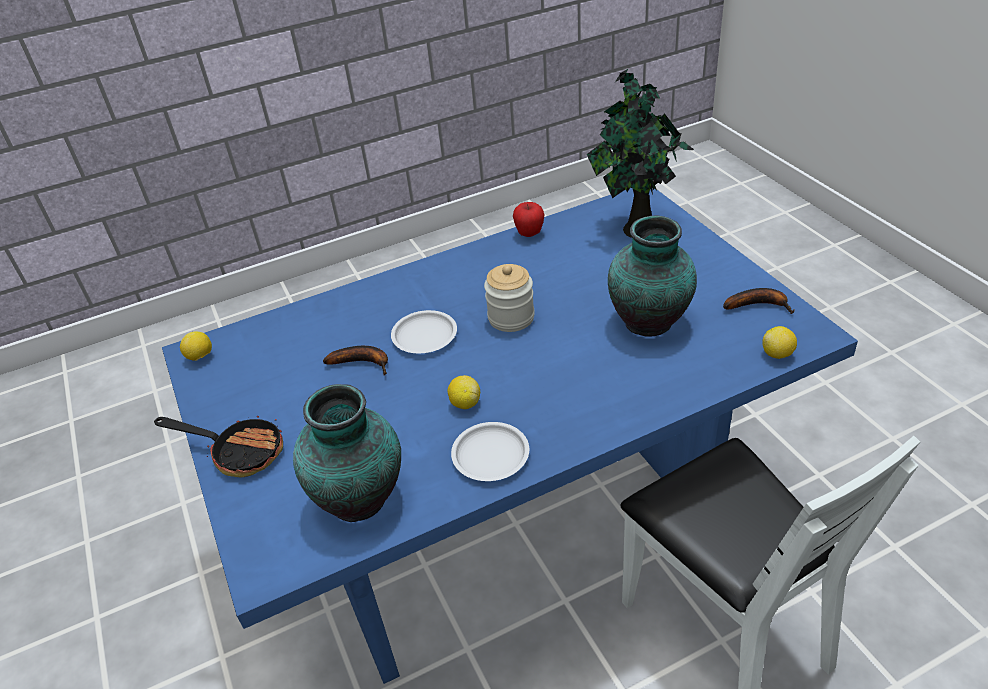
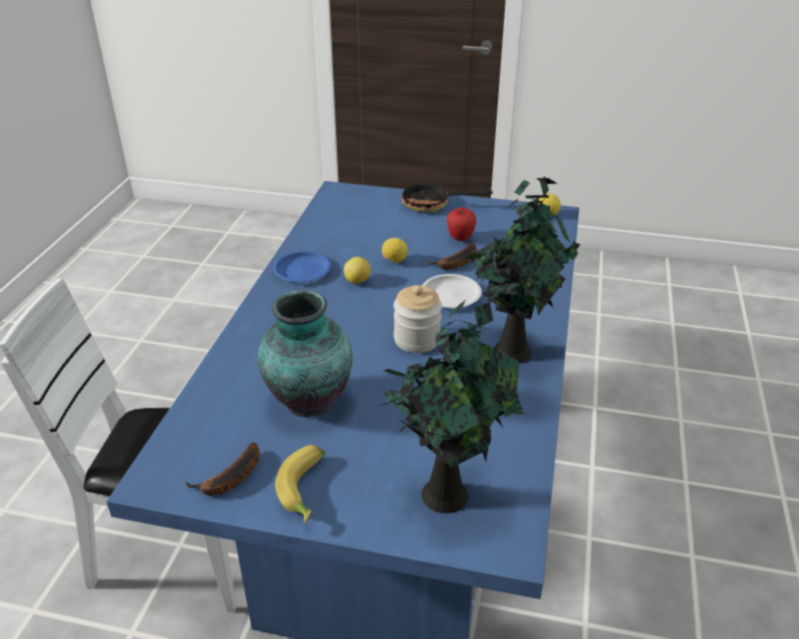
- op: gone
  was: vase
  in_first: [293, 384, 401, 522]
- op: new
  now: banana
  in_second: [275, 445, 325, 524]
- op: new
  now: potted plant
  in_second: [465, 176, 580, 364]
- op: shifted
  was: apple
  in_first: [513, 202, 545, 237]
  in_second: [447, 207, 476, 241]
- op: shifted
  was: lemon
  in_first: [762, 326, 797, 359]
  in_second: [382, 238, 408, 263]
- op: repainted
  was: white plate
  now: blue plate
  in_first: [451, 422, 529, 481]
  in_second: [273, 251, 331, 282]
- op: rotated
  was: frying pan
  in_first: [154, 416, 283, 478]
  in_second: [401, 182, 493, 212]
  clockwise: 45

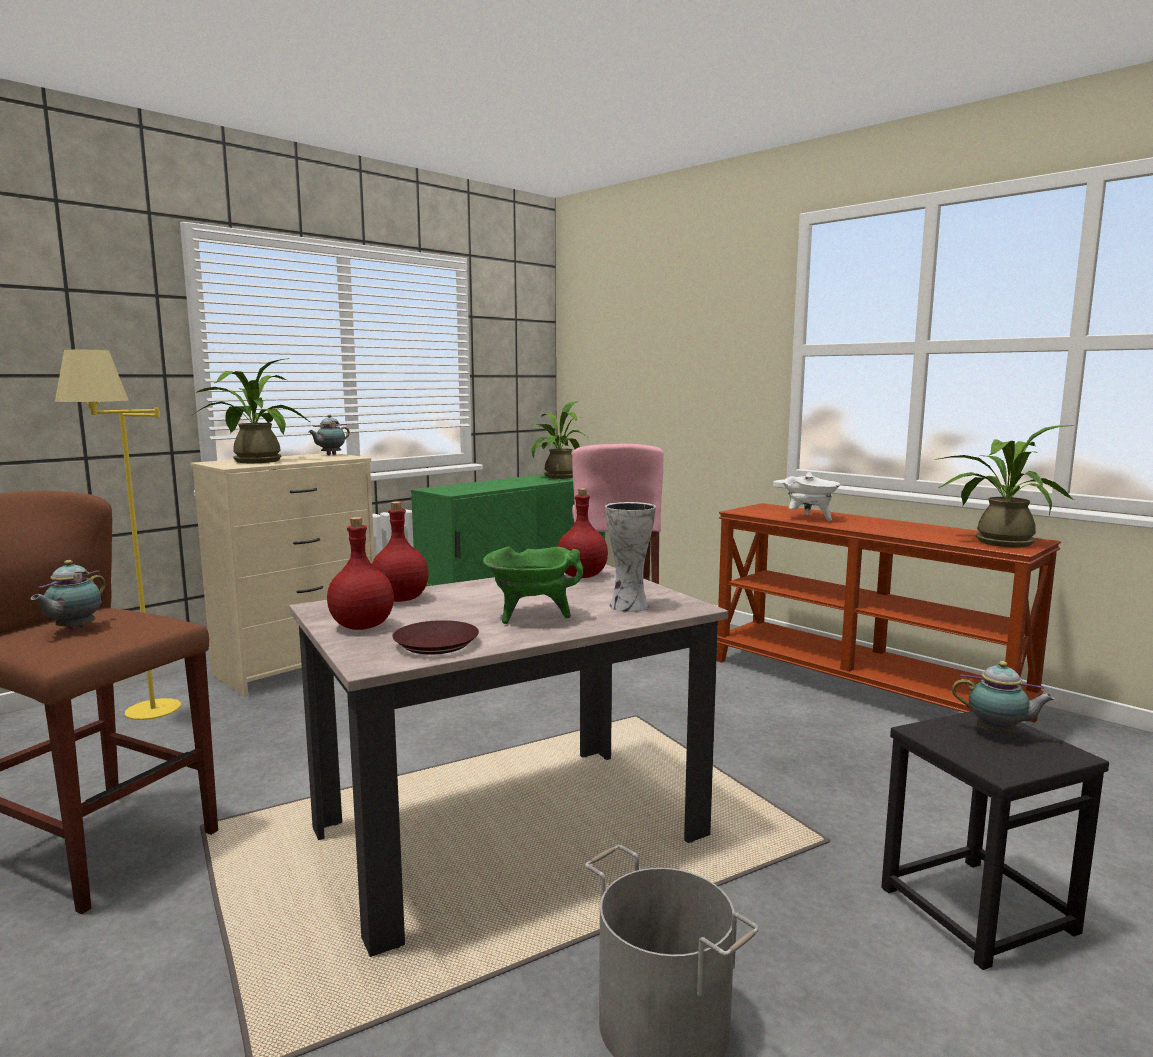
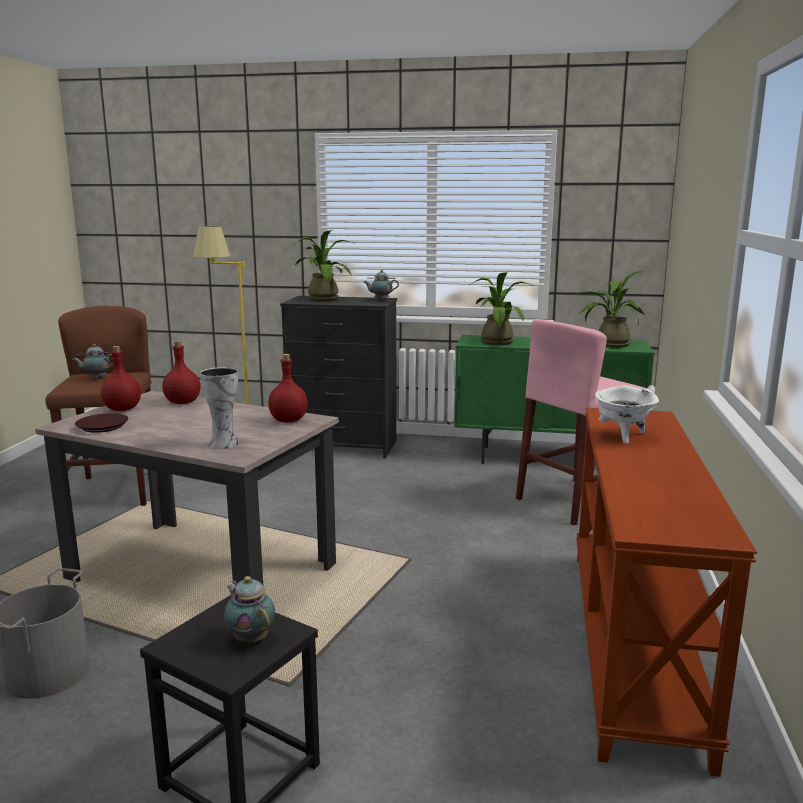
- op: gone
  was: green cooking pot
  in_first: [483, 546, 583, 624]
- op: shifted
  was: potted plant
  in_first: [934, 425, 1074, 547]
  in_second: [470, 272, 534, 345]
- op: repainted
  was: beige dresser
  now: black dresser
  in_first: [191, 453, 375, 697]
  in_second: [280, 296, 397, 459]
- op: rotated
  was: teapot
  in_first: [952, 661, 1055, 735]
  in_second: [224, 576, 275, 643]
  clockwise: 150

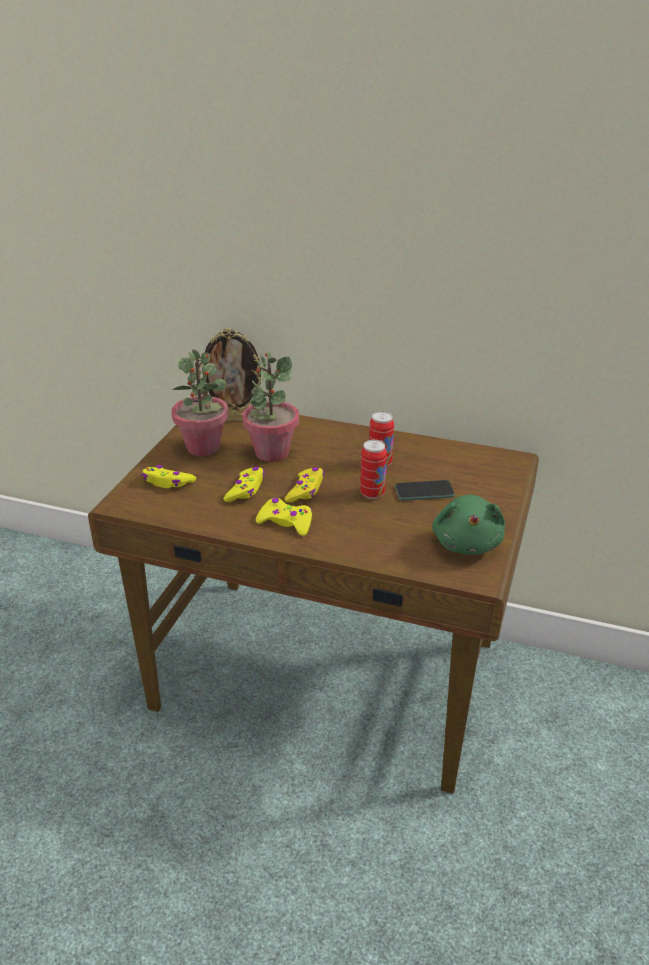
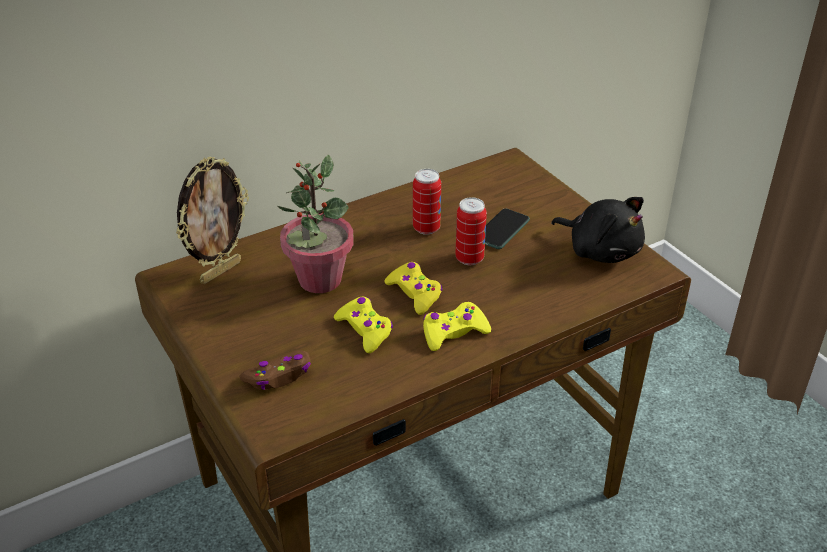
- op: gone
  was: potted plant
  in_first: [171, 349, 229, 456]
- op: repainted
  was: yellow game controller
  now: brown game controller
  in_first: [142, 465, 196, 488]
  in_second: [239, 350, 311, 390]
- op: repainted
  was: green plush toy
  now: black plush toy
  in_first: [432, 494, 505, 555]
  in_second: [551, 197, 645, 263]

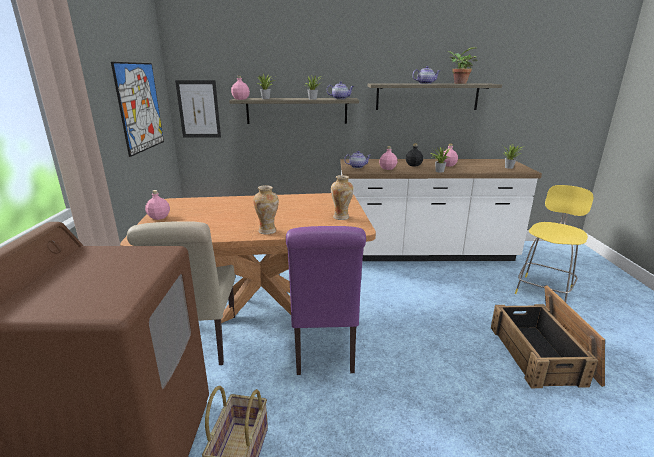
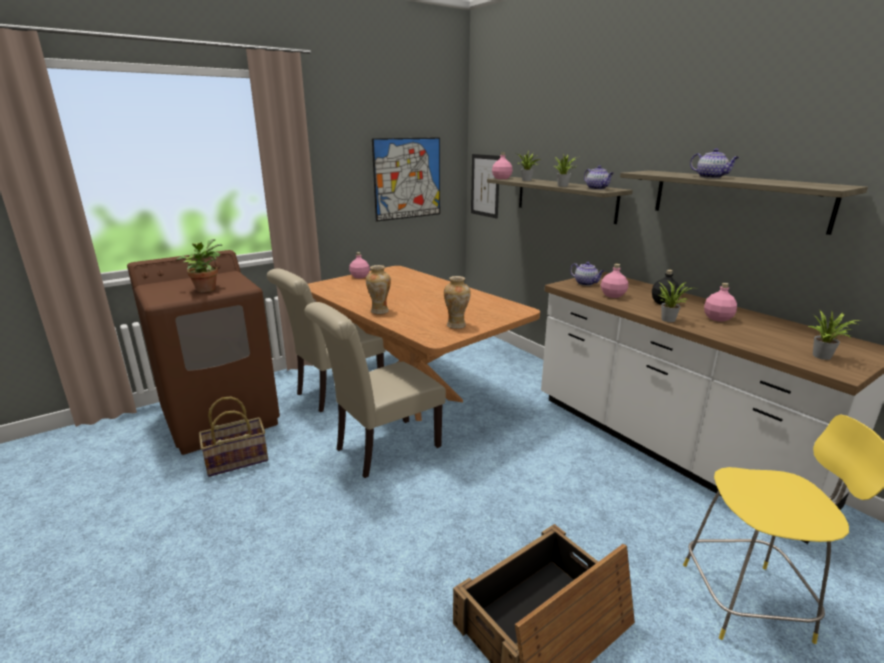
- op: shifted
  was: potted plant
  in_first: [447, 47, 477, 84]
  in_second: [176, 239, 222, 292]
- op: repainted
  was: purple chair
  now: beige chair
  in_first: [286, 226, 366, 375]
  in_second: [304, 302, 446, 478]

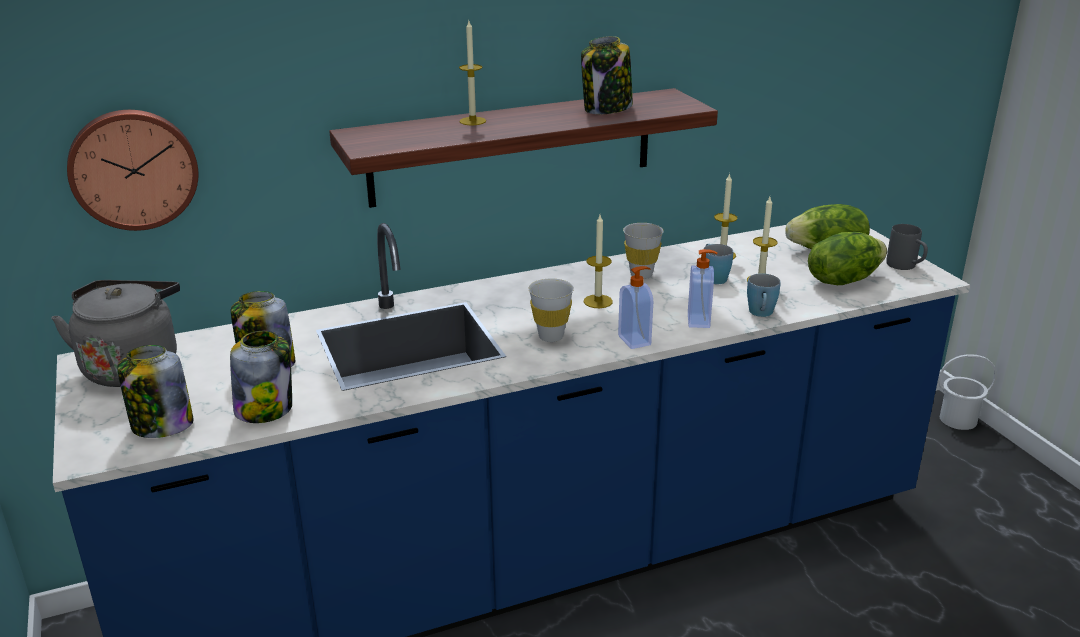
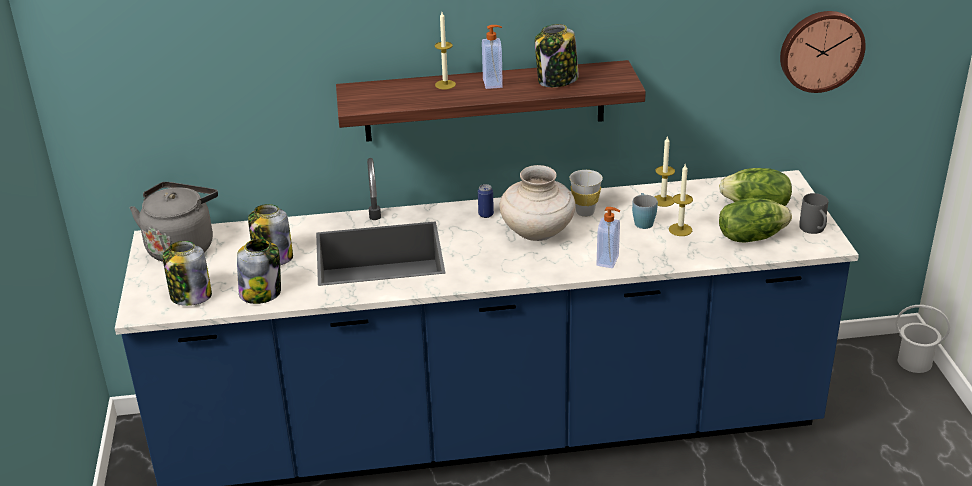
- op: gone
  was: white cup
  in_first: [529, 279, 574, 342]
- op: gone
  was: blue mug
  in_first: [747, 273, 781, 317]
- op: new
  now: can
  in_second: [478, 184, 494, 218]
- op: shifted
  was: wall clock
  in_first: [67, 110, 198, 231]
  in_second: [780, 11, 866, 93]
- op: shifted
  was: soap dispenser
  in_first: [618, 266, 653, 349]
  in_second: [482, 25, 503, 89]
- op: swapped
  was: candle
  now: beige vase
  in_first: [584, 215, 613, 308]
  in_second: [499, 165, 576, 241]

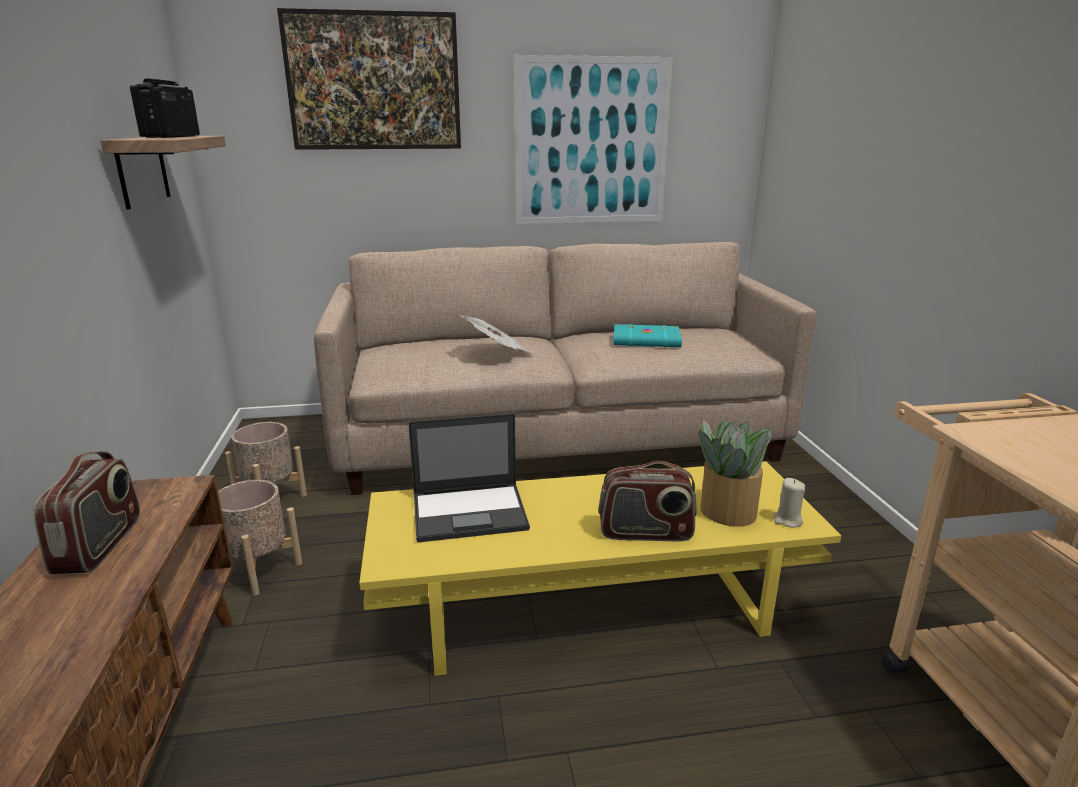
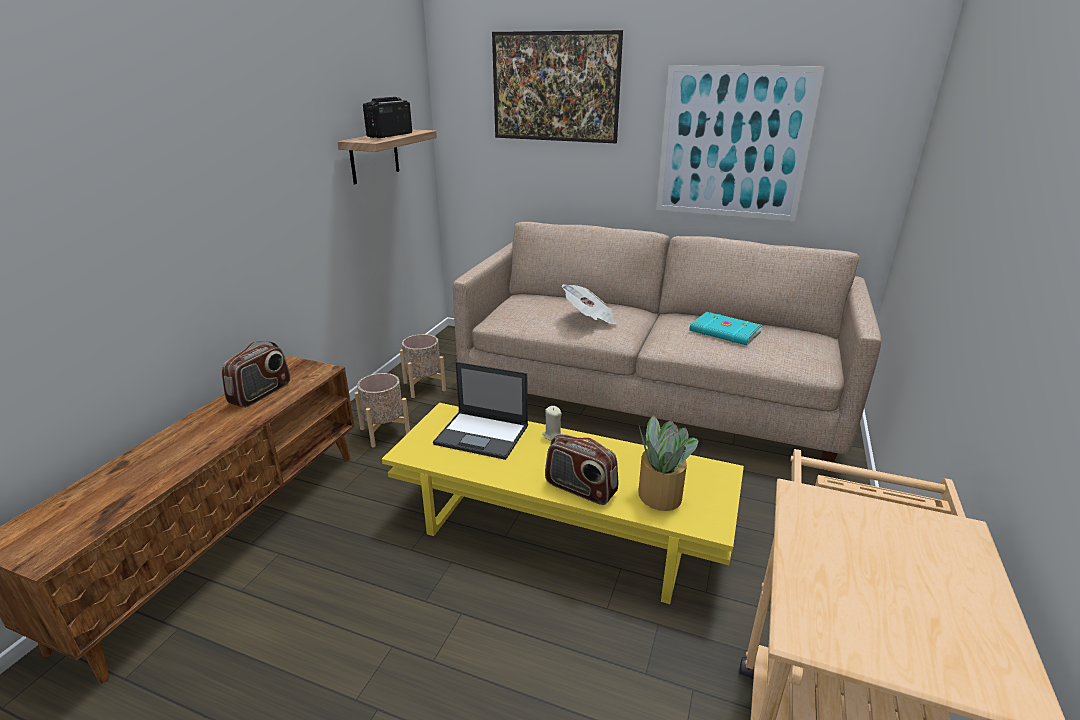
- op: shifted
  was: beige candle
  in_first: [773, 478, 805, 528]
  in_second: [542, 406, 562, 441]

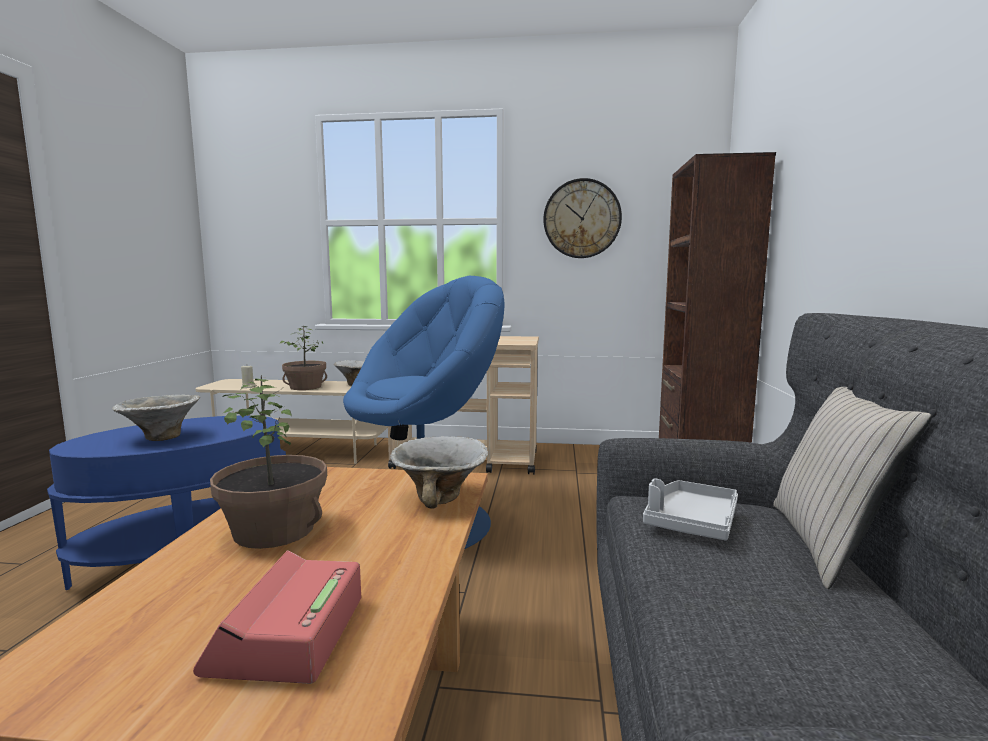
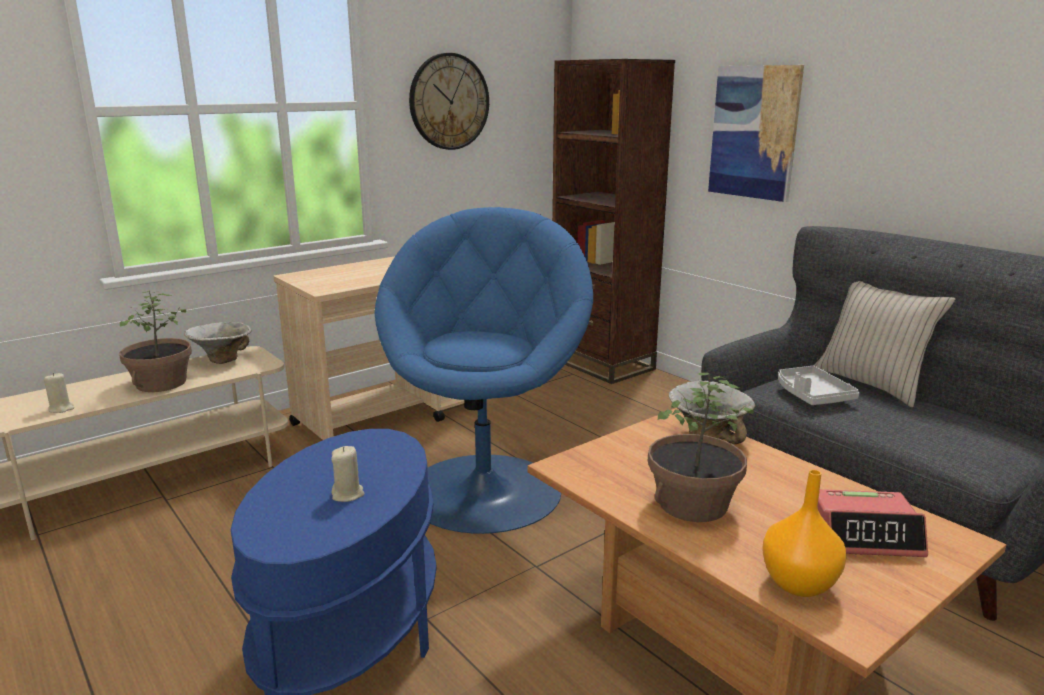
- op: new
  now: picture
  in_second: [708, 65, 804, 202]
- op: new
  now: orange vase
  in_second: [762, 470, 846, 597]
- op: swapped
  was: bowl
  now: beige candle
  in_first: [112, 394, 200, 441]
  in_second: [331, 446, 365, 502]
- op: rotated
  was: alarm clock
  in_first: [193, 550, 361, 684]
  in_second: [817, 489, 928, 557]
  clockwise: -45

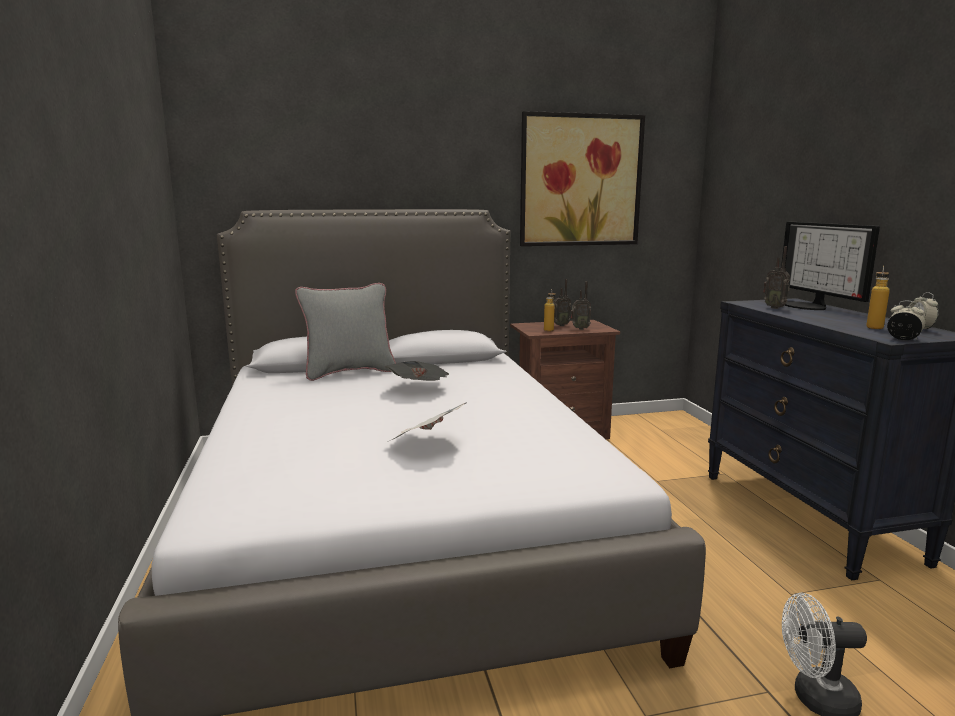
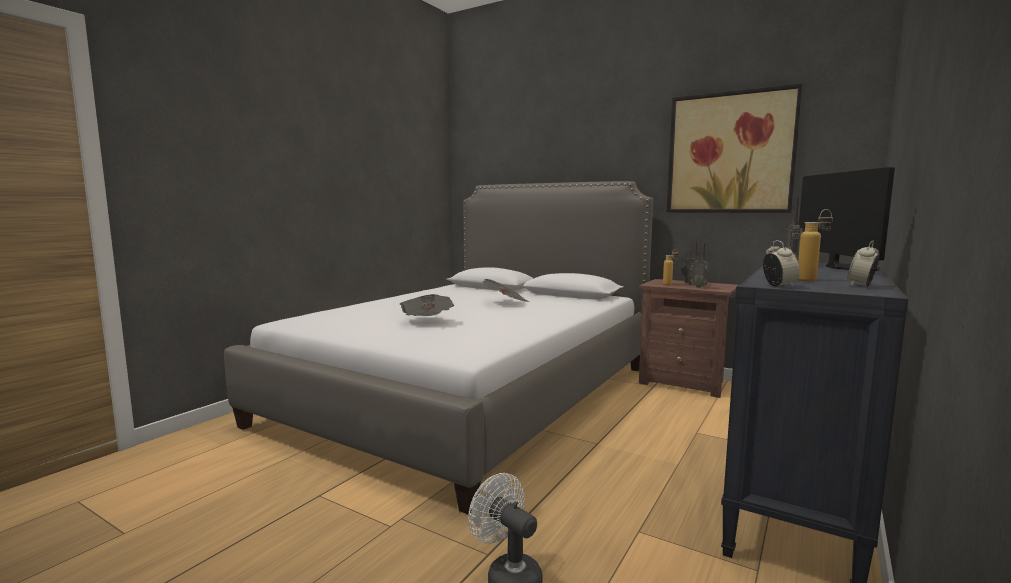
- op: gone
  was: grey pillow
  in_first: [295, 283, 396, 381]
- op: rotated
  was: monitor
  in_first: [781, 222, 880, 310]
  in_second: [799, 167, 895, 271]
  clockwise: 150

